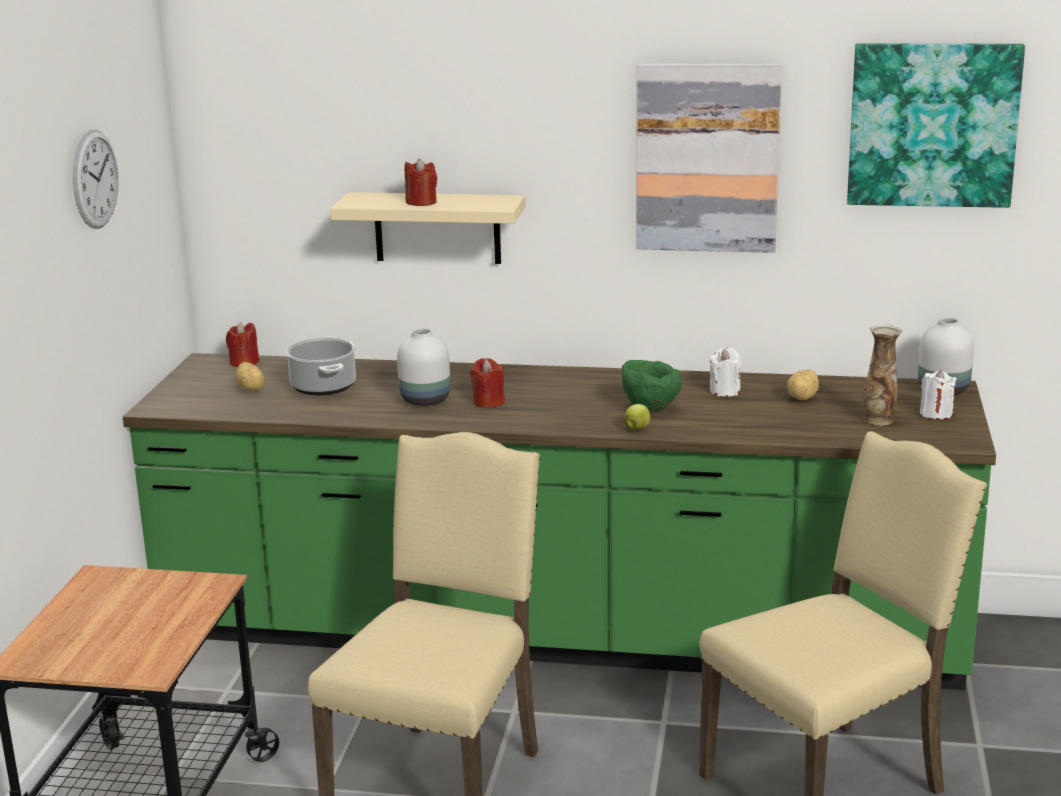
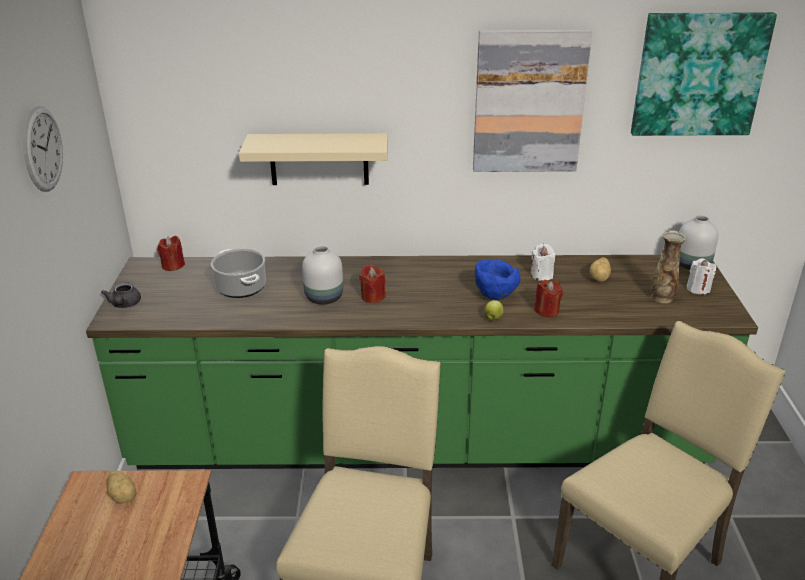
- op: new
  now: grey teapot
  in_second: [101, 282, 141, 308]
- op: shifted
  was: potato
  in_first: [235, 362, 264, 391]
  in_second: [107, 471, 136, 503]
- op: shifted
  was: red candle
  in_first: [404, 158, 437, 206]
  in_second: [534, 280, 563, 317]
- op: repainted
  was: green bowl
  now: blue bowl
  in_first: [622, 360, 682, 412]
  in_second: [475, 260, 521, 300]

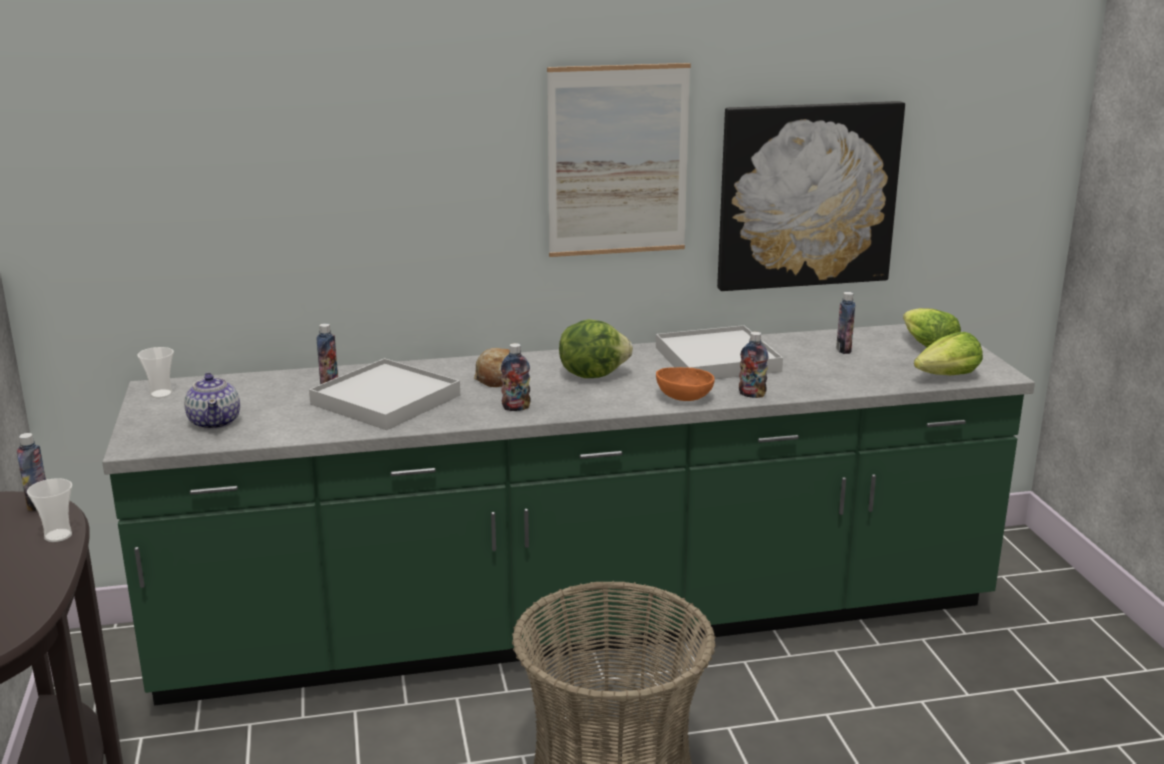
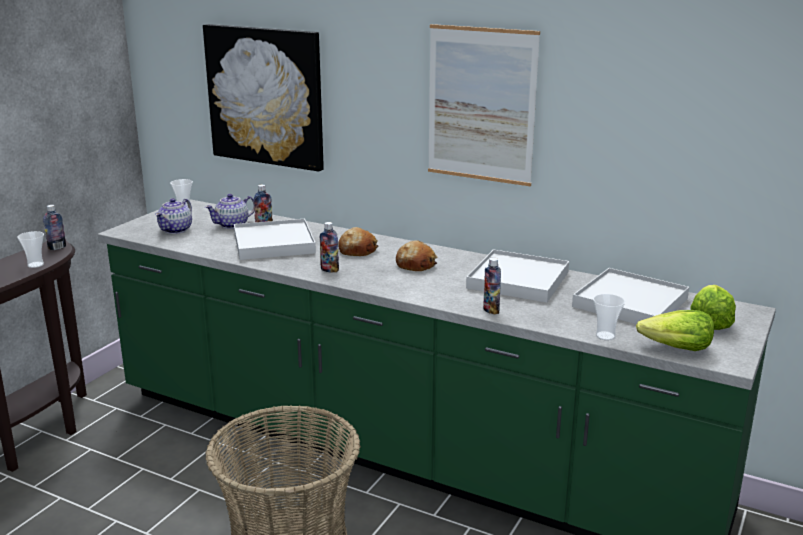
- op: gone
  was: orange bowl
  in_first: [656, 367, 715, 401]
- op: new
  now: teapot
  in_second: [205, 194, 255, 229]
- op: new
  now: cup
  in_second: [593, 294, 625, 341]
- op: shifted
  was: picture
  in_first: [717, 101, 905, 291]
  in_second: [203, 24, 324, 172]
- op: swapped
  was: lettuce
  now: bread
  in_first: [559, 319, 633, 378]
  in_second: [396, 240, 438, 271]
- op: swapped
  was: bottle
  now: white tray
  in_first: [836, 292, 855, 354]
  in_second: [572, 268, 689, 324]

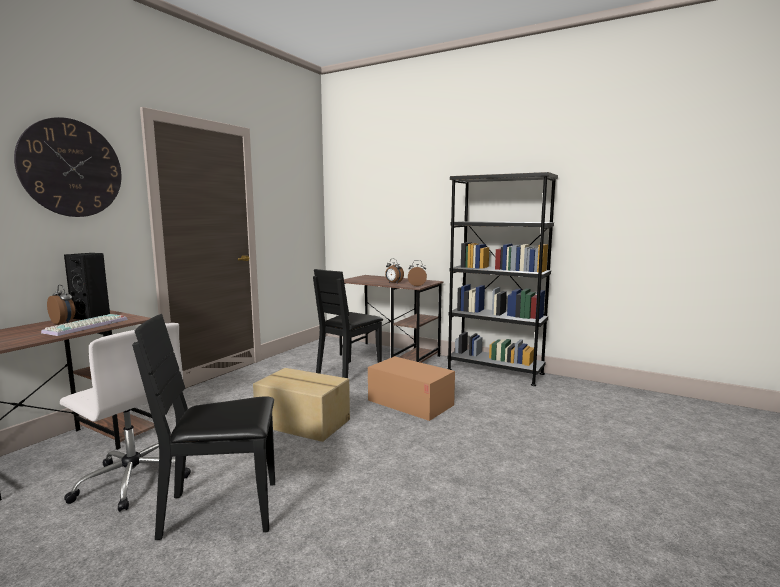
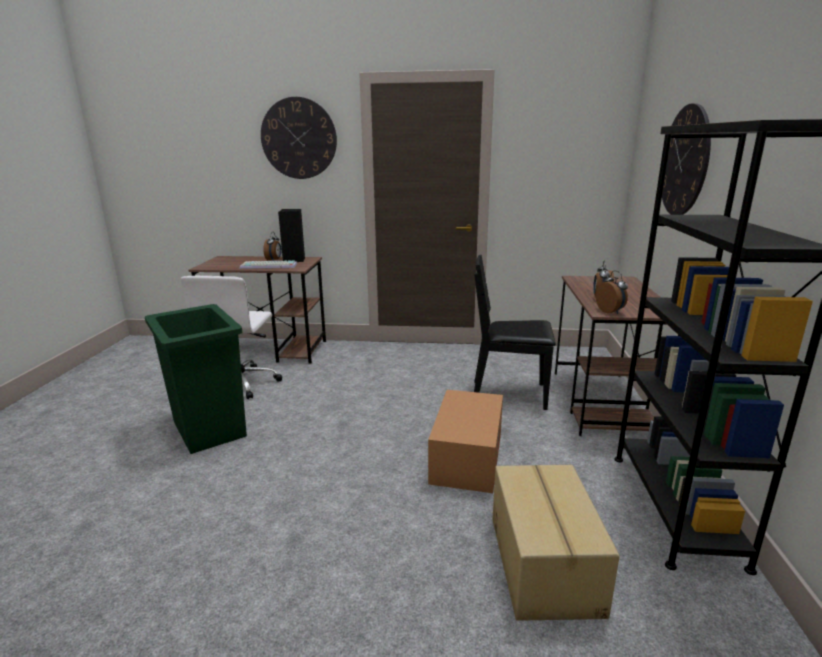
- op: new
  now: wall clock
  in_second: [662, 103, 711, 215]
- op: shifted
  was: cardboard box
  in_first: [253, 368, 350, 442]
  in_second: [492, 465, 620, 621]
- op: swapped
  was: black chair
  now: green trash can
  in_first: [132, 314, 275, 540]
  in_second: [145, 304, 247, 454]

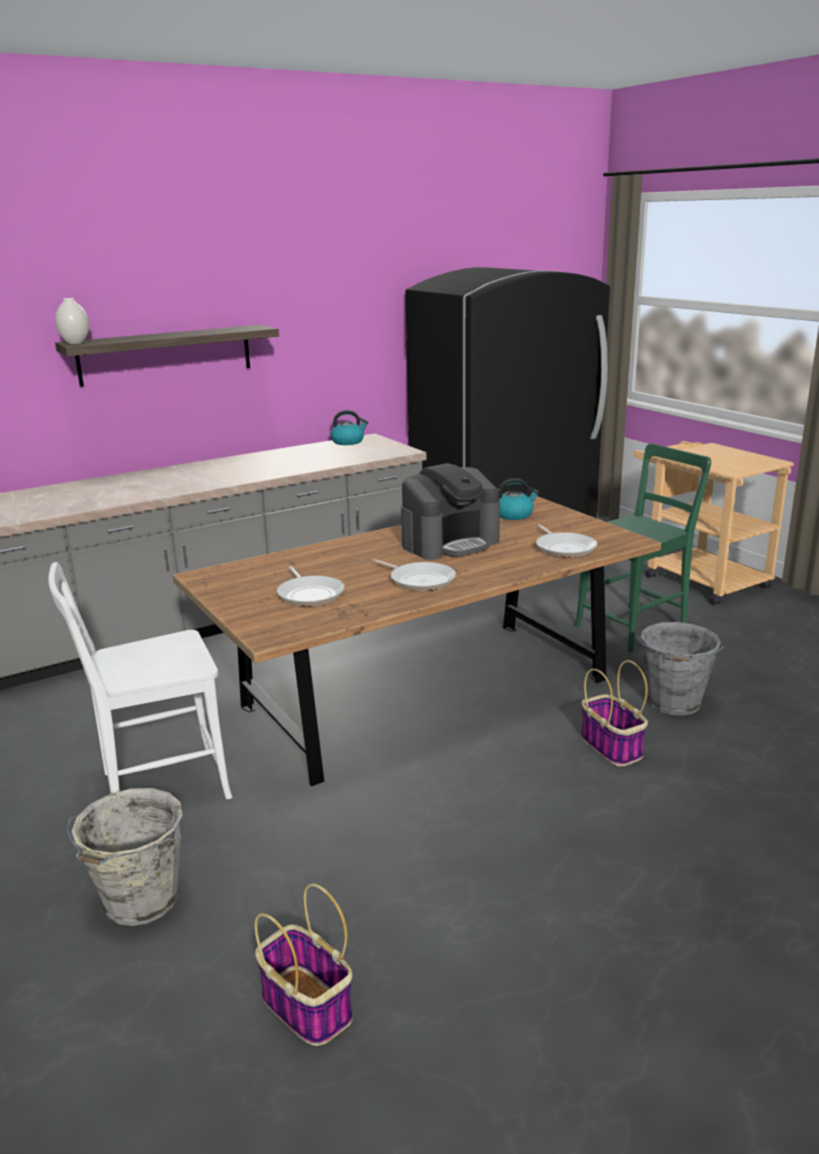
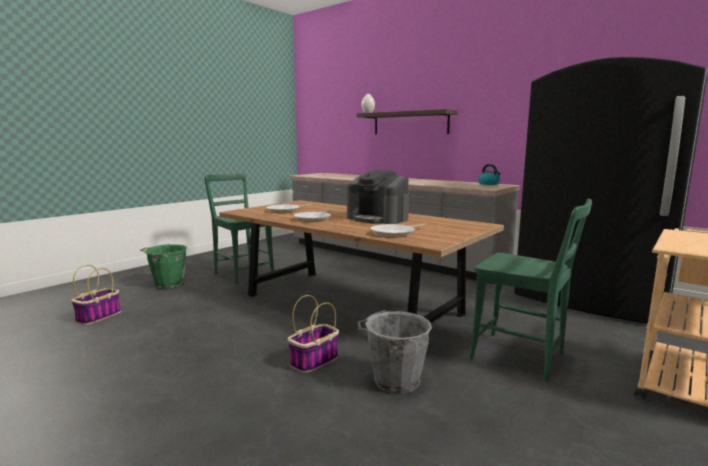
- op: gone
  was: kettle
  in_first: [498, 478, 539, 520]
- op: repainted
  was: white chair
  now: green chair
  in_first: [48, 562, 232, 799]
  in_second: [204, 173, 274, 285]
- op: repainted
  was: grey bucket
  now: green bucket
  in_first: [66, 788, 183, 926]
  in_second: [140, 244, 187, 289]

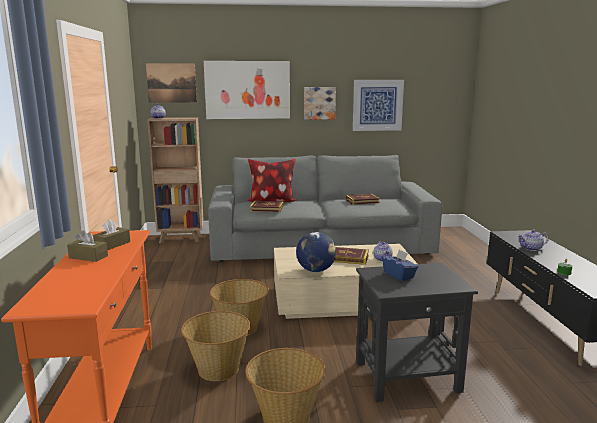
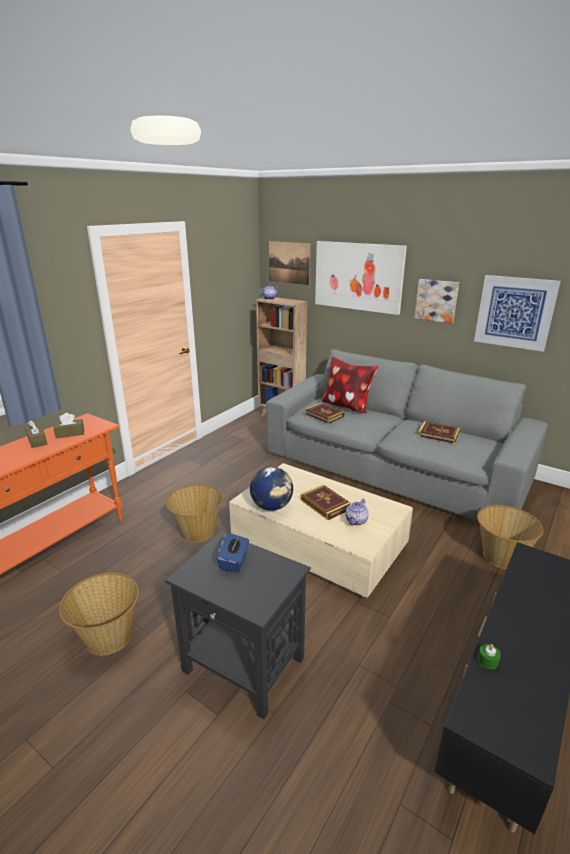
- op: gone
  was: teapot
  in_first: [518, 230, 549, 251]
- op: shifted
  was: basket
  in_first: [181, 311, 250, 381]
  in_second: [477, 505, 543, 569]

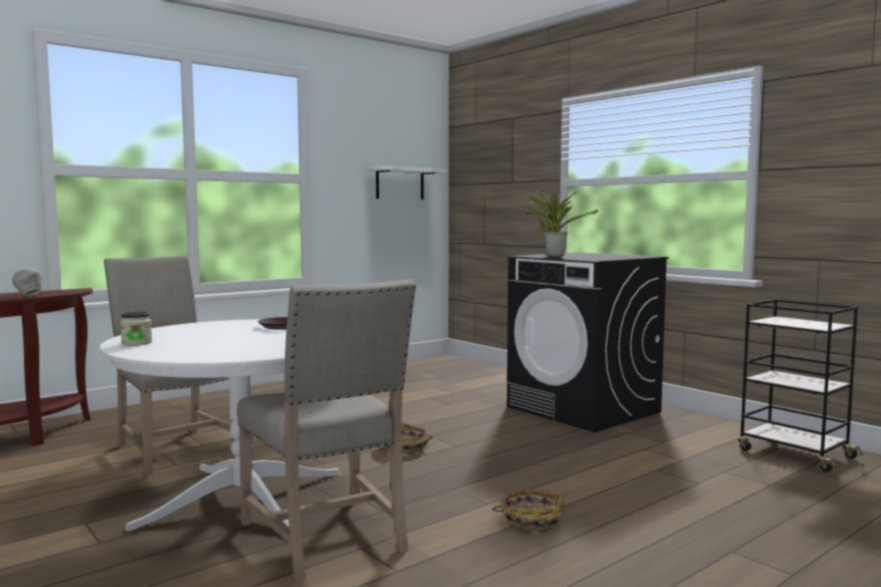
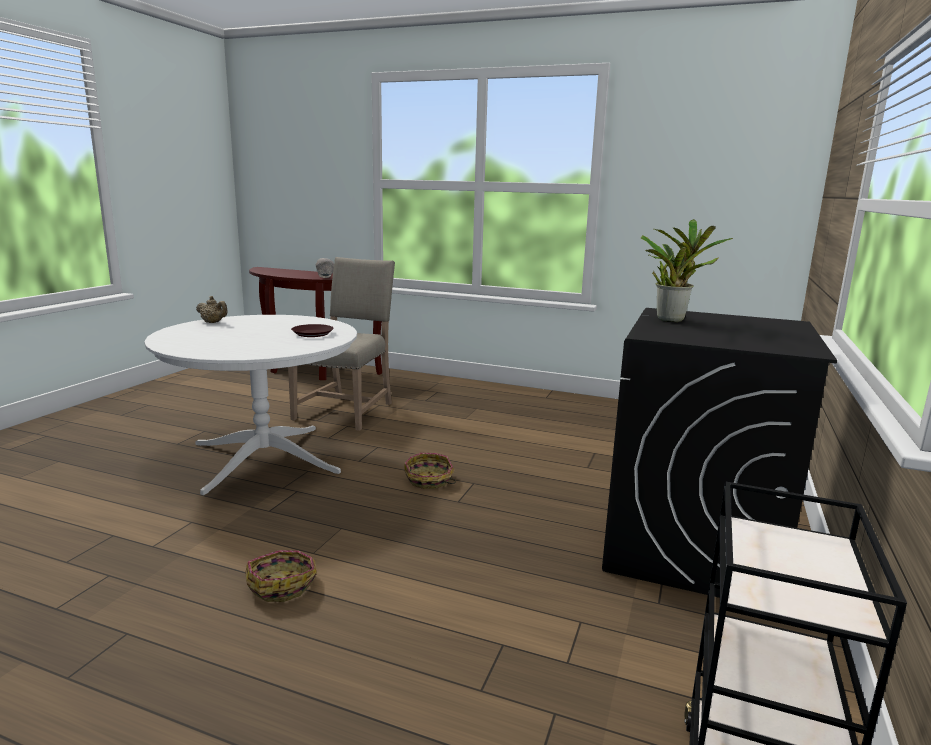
- op: gone
  was: beige chair
  in_first: [237, 280, 416, 581]
- op: gone
  was: white shelf
  in_first: [367, 166, 447, 200]
- op: swapped
  was: jar
  now: beige teapot
  in_first: [120, 312, 152, 346]
  in_second: [196, 296, 228, 323]

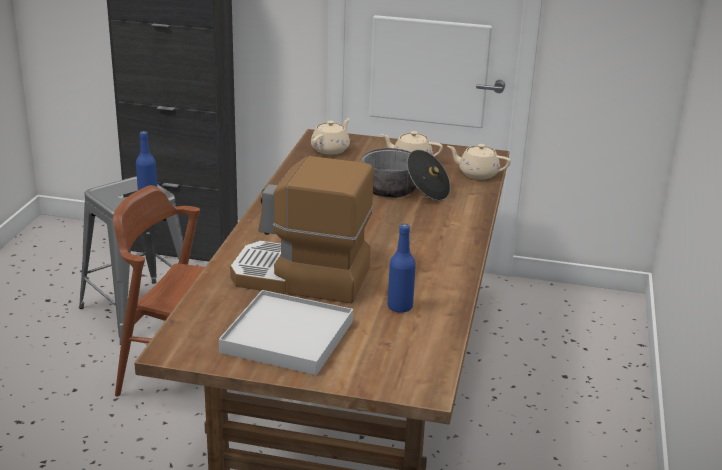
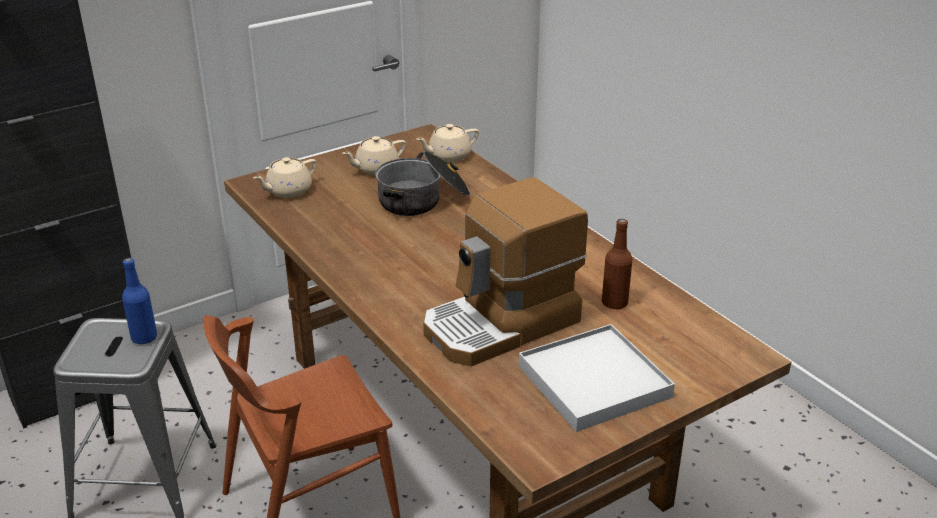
- op: repainted
  was: blue bottle
  now: brown bottle
  in_first: [388, 224, 416, 313]
  in_second: [602, 219, 633, 309]
- op: rotated
  was: beige teapot
  in_first: [311, 118, 350, 155]
  in_second: [253, 157, 317, 198]
  clockwise: -120

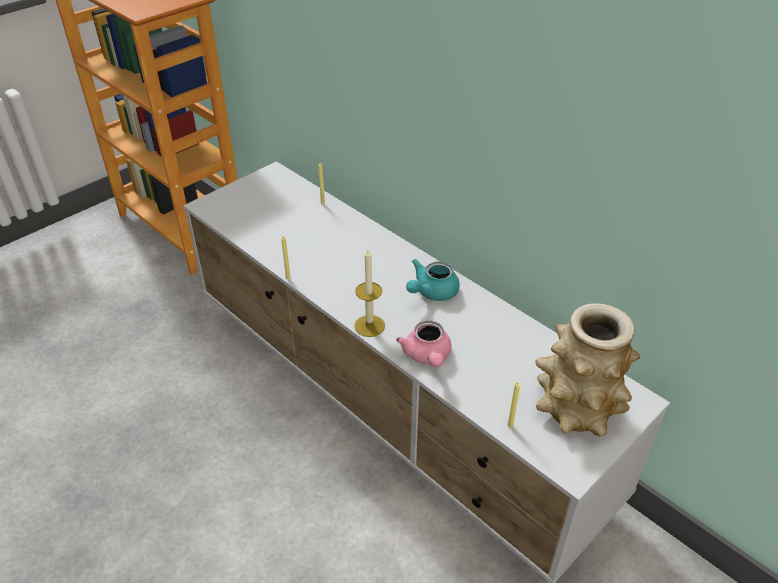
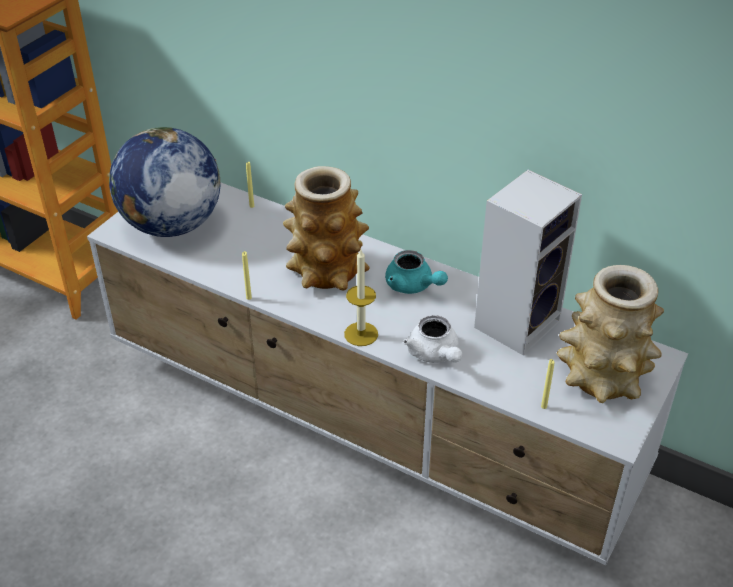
- op: new
  now: globe
  in_second: [109, 127, 221, 237]
- op: new
  now: vase
  in_second: [283, 166, 370, 290]
- op: new
  now: speaker
  in_second: [474, 170, 582, 356]
- op: repainted
  was: pink teapot
  now: white teapot
  in_first: [396, 320, 451, 368]
  in_second: [403, 315, 463, 363]
- op: rotated
  was: turquoise teapot
  in_first: [406, 259, 460, 301]
  in_second: [385, 250, 448, 294]
  clockwise: -75

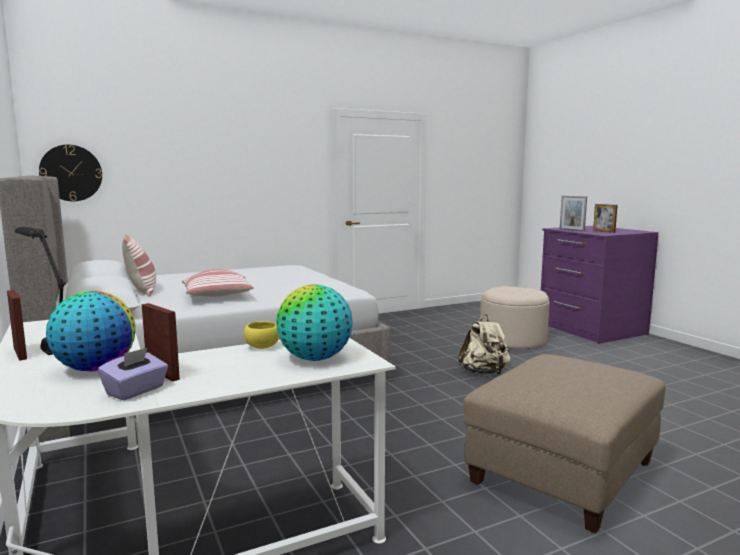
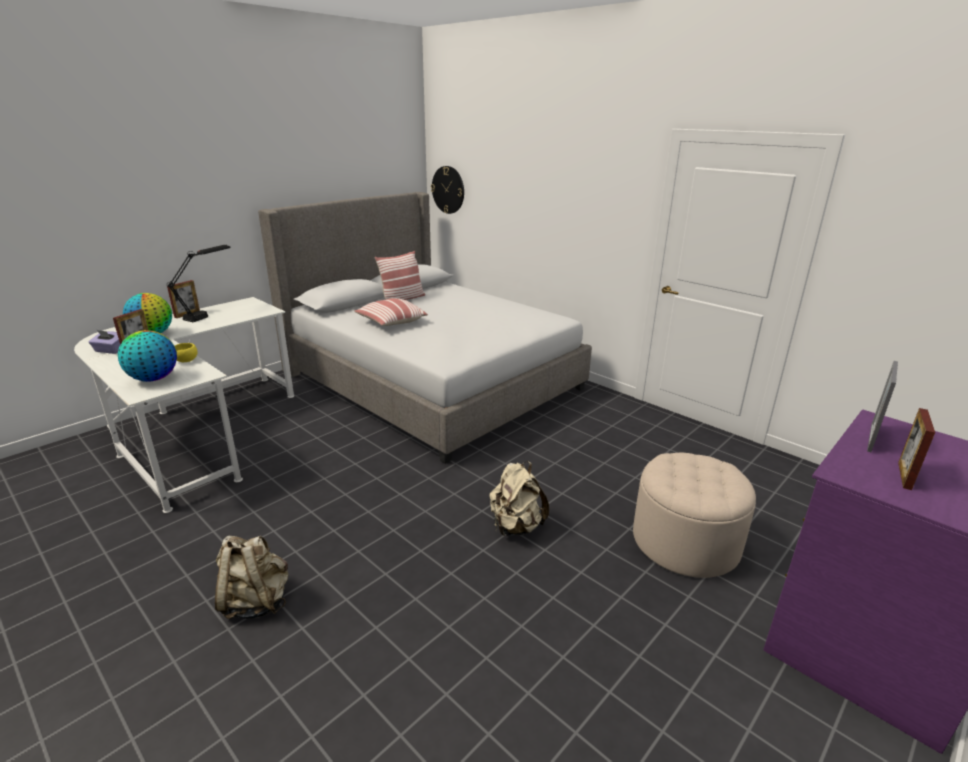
- op: swapped
  was: beige ottoman
  now: beige backpack
  in_first: [463, 354, 666, 533]
  in_second: [215, 536, 289, 619]

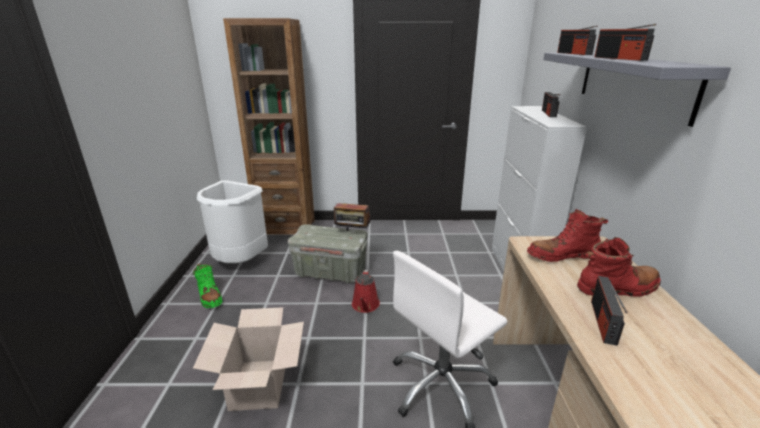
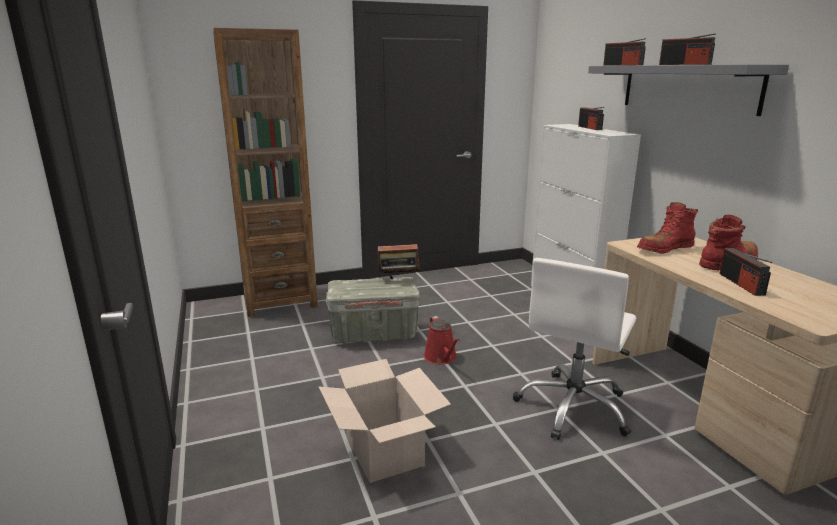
- op: gone
  was: green boot
  in_first: [193, 263, 223, 308]
- op: gone
  was: white trash can
  in_first: [197, 180, 268, 263]

